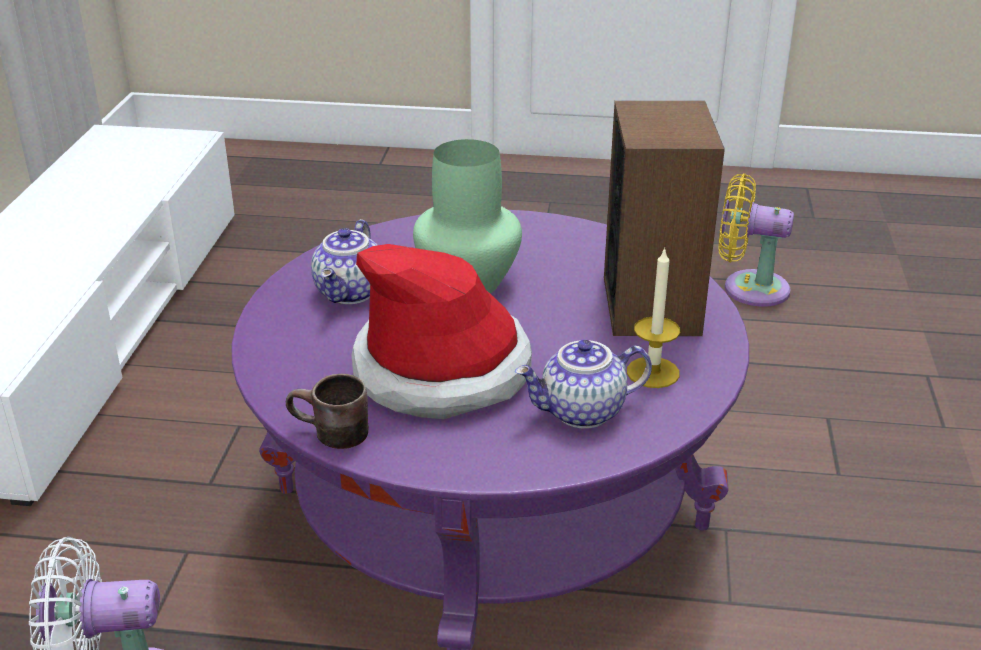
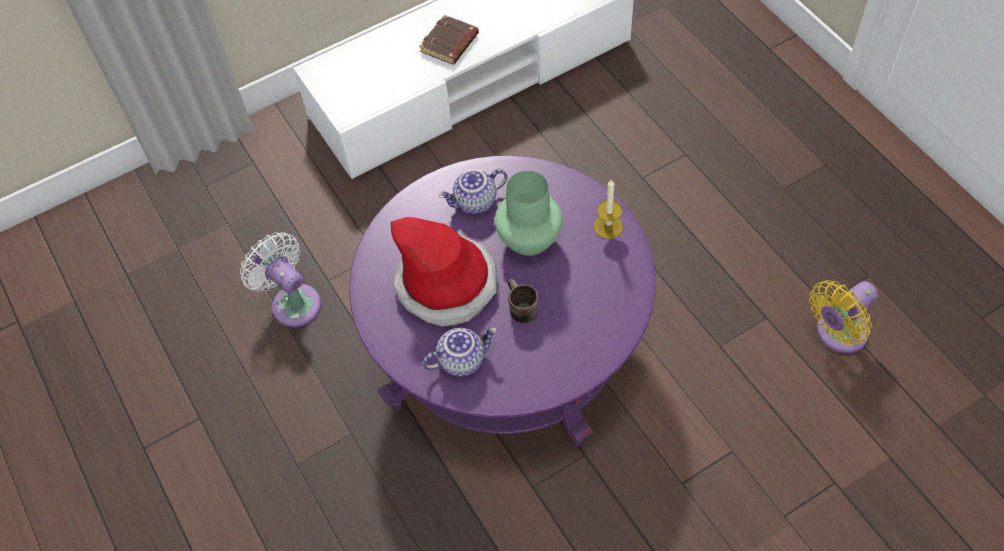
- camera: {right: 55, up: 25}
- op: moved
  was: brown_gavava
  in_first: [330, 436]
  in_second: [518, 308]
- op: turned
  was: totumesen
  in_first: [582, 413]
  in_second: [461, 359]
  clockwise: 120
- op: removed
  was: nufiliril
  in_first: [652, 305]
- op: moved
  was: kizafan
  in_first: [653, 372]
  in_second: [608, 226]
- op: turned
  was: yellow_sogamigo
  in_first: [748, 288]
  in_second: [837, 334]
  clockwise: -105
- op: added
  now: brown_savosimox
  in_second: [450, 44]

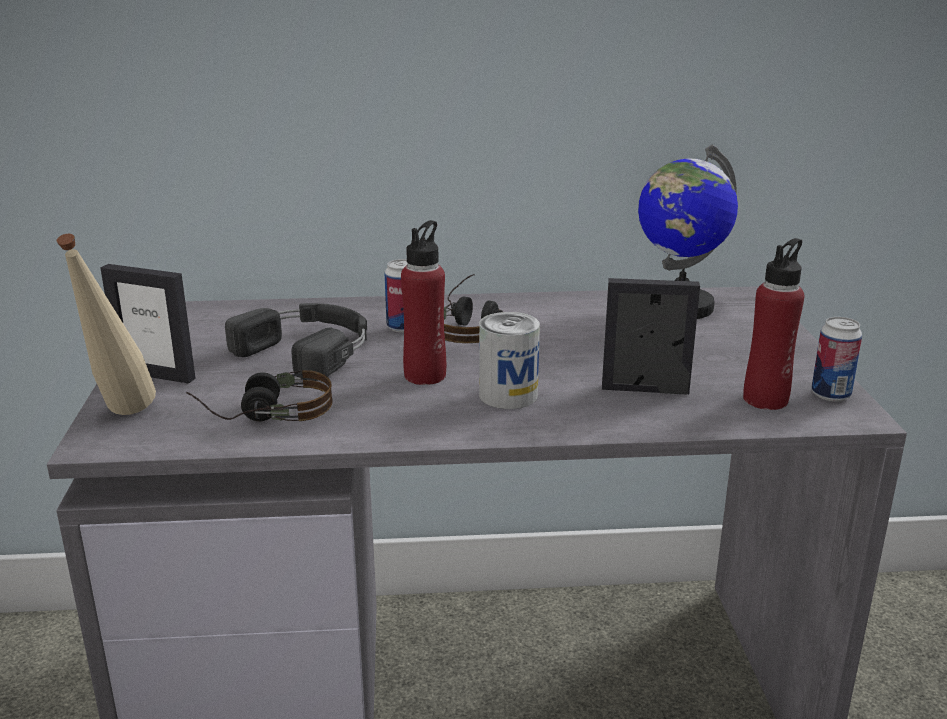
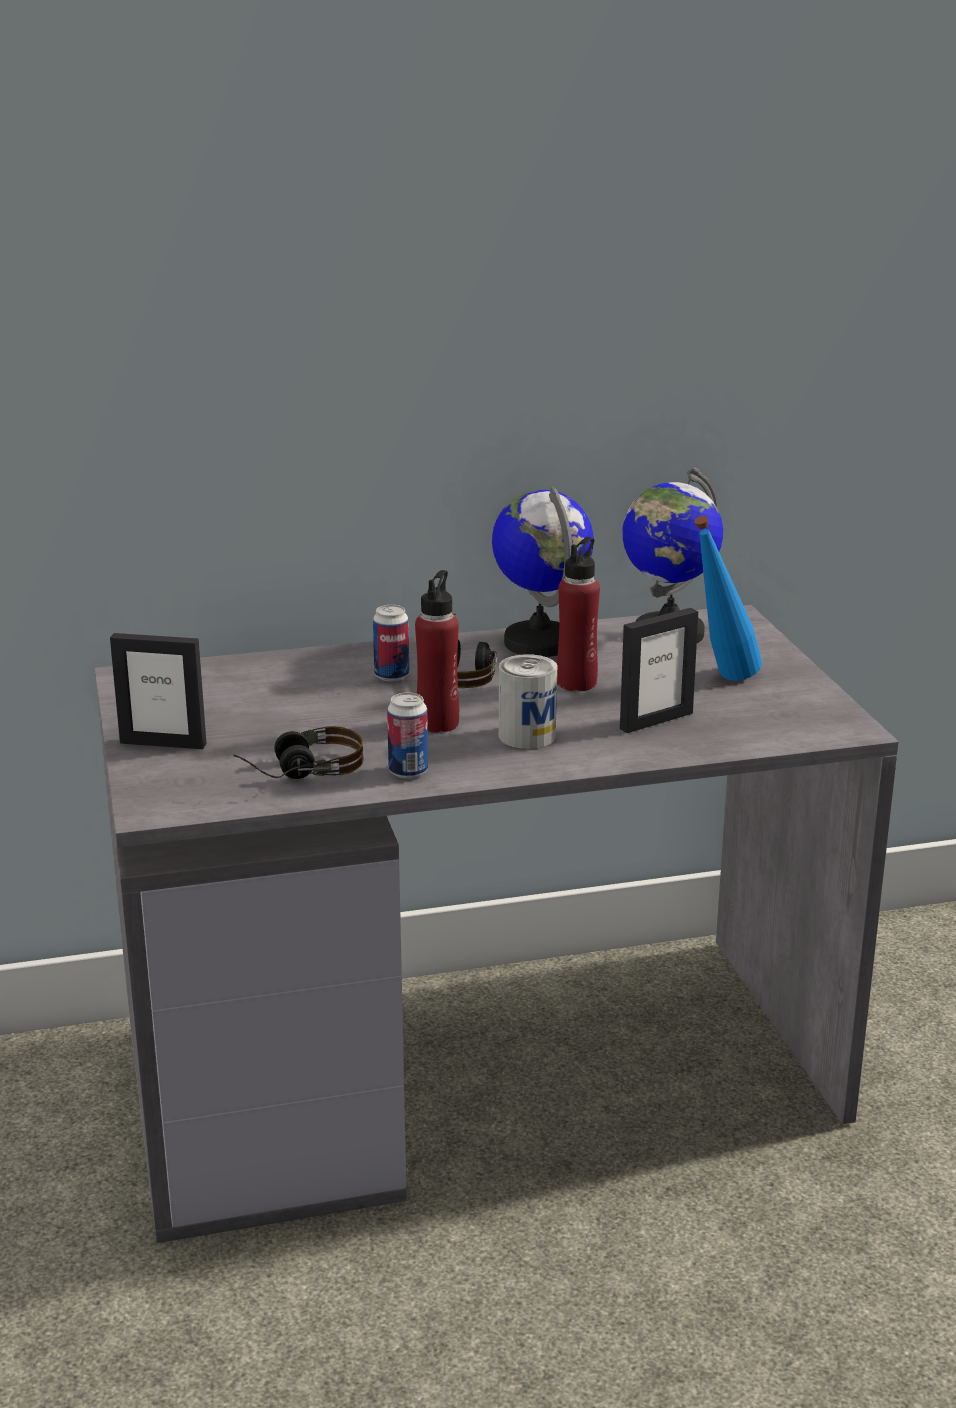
- camera: {right: -10, up: 0}
- op: removed
  was: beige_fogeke
  in_first: [120, 418]
- op: removed
  was: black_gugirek
  in_first: [310, 349]
- op: turned
  was: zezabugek
  in_first: [645, 389]
  in_second: [655, 721]
  clockwise: 150
- op: moved
  was: red_fogeke
  in_first: [765, 399]
  in_second: [577, 683]
- op: moved
  was: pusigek
  in_first: [830, 395]
  in_second: [408, 771]
- op: added
  now: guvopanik
  in_second: [539, 643]
- op: added
  now: blue_fogeke
  in_second: [721, 680]

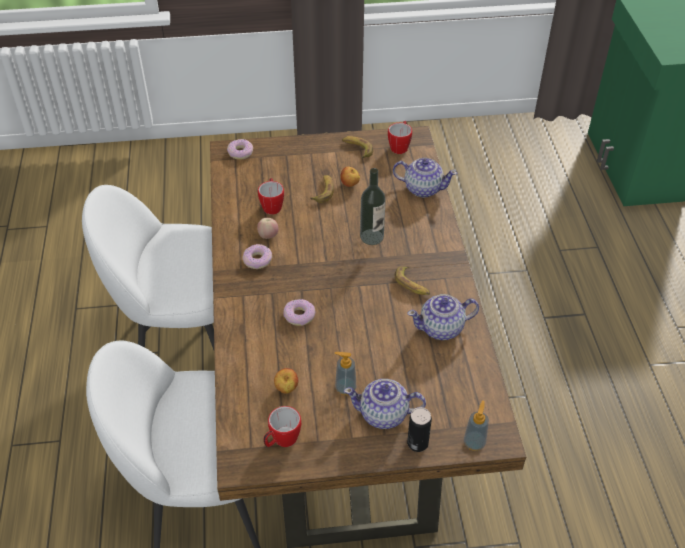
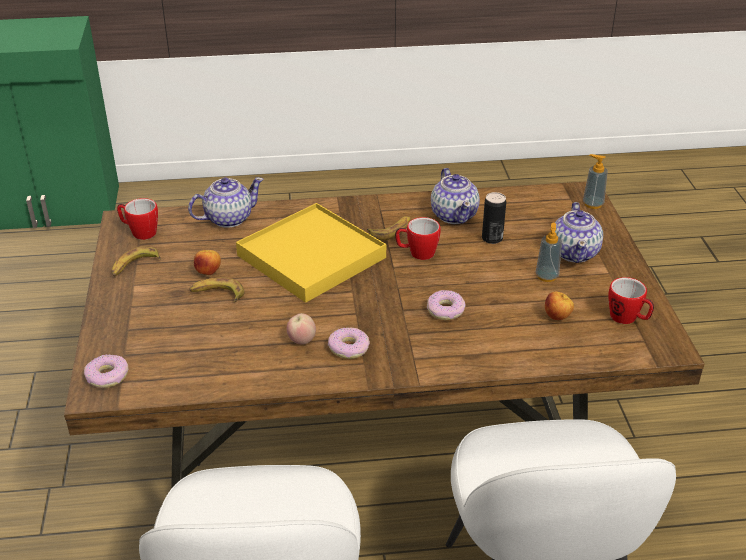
- camera: {right: -90, up: -10}
- op: moved
  was: gavava
  in_first: [272, 205]
  in_second: [417, 253]
- op: replaced
  was: fogeke
  now: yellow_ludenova
  in_first: [371, 237]
  in_second: [311, 256]
- op: turned
  was: totumesen
  in_first: [422, 188]
  in_second: [228, 218]
  clockwise: 45
- op: moved
  was: pusigek
  in_first: [417, 443]
  in_second: [492, 238]

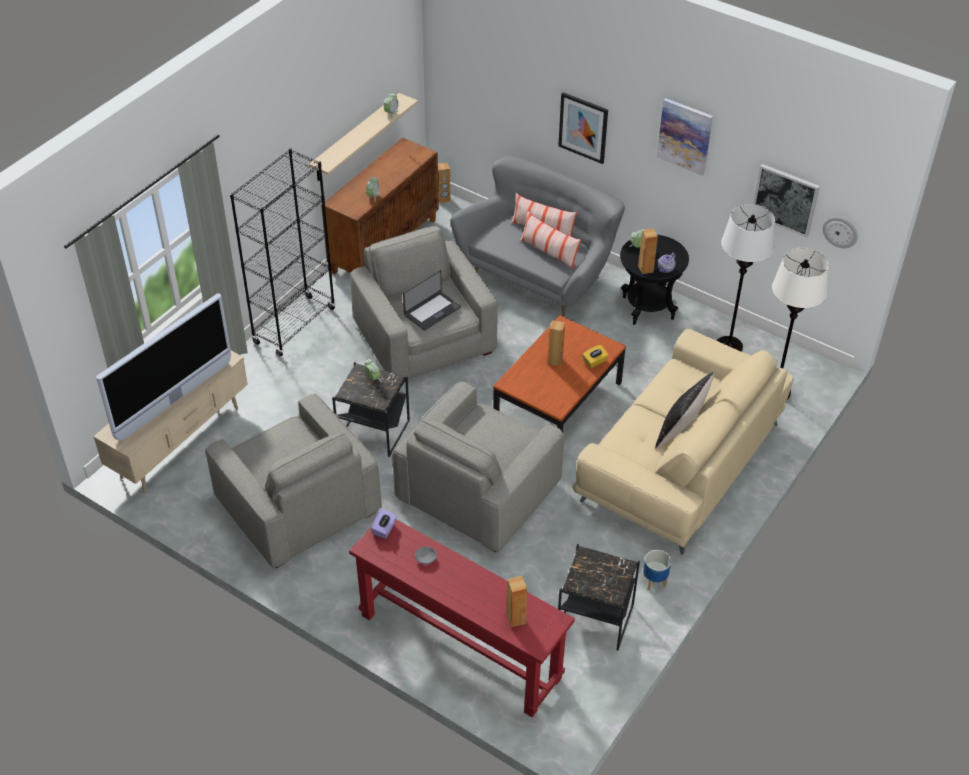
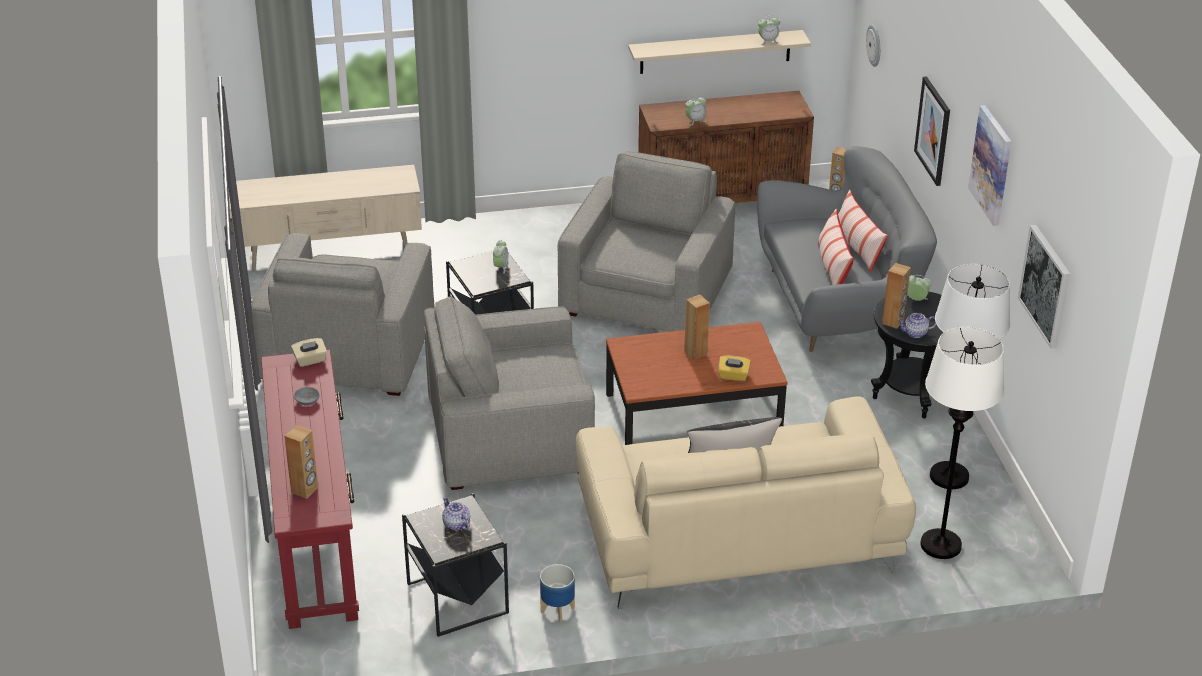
- camera: {right: 45, up: -10}
- op: removed
  was: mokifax
  in_first: [175, 400]
- op: removed
  was: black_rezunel
  in_first: [294, 326]
- op: recoloured
  was: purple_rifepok
  now: beige_rifepok
  in_first: [384, 529]
  in_second: [310, 360]
- op: removed
  was: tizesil
  in_first: [432, 311]
- op: moved
  was: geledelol
  in_first: [840, 231]
  in_second: [874, 45]
- op: added
  now: totumesen
  in_second: [456, 524]

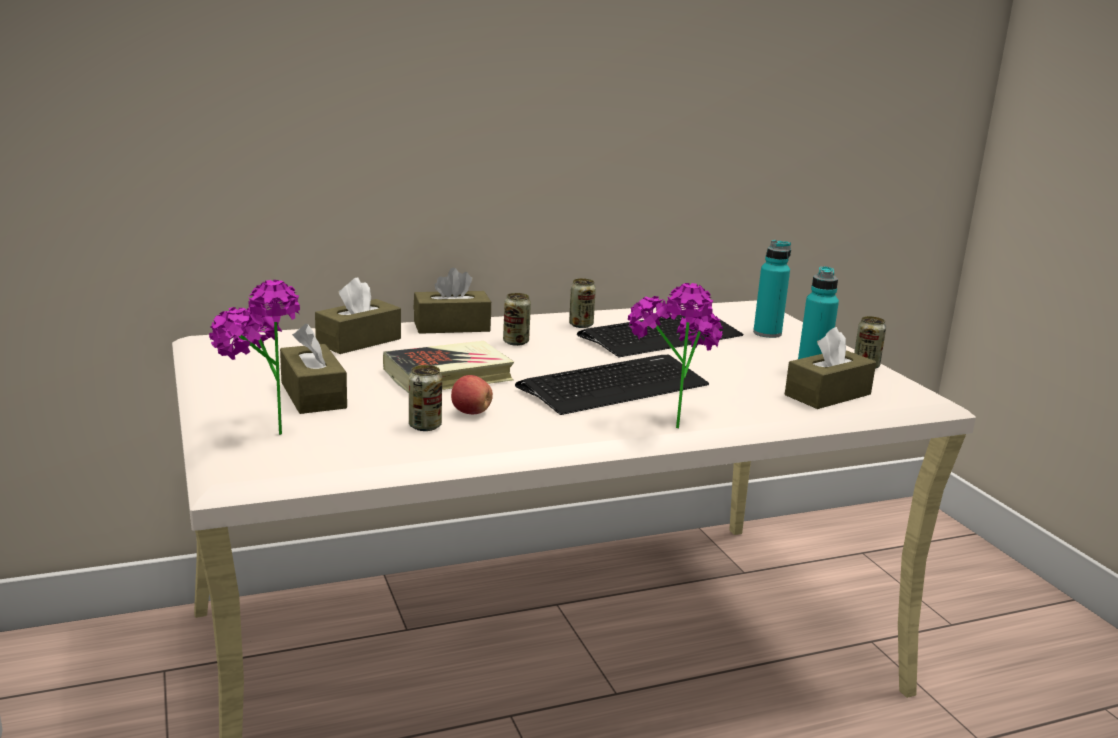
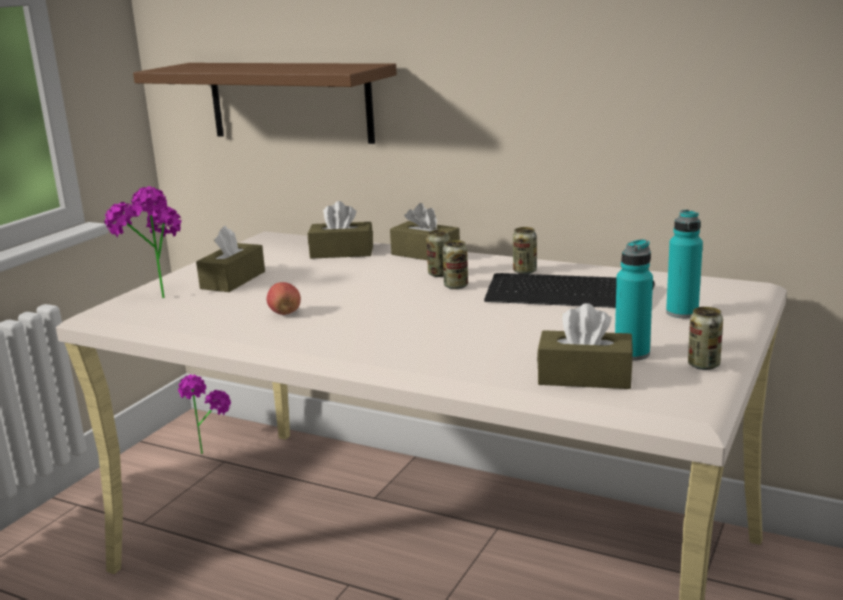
- camera: {right: 50, up: 0}
- op: removed
  was: savosimox
  in_first: [448, 375]
- op: moved
  was: pusigek
  in_first: [425, 426]
  in_second: [456, 286]
- op: removed
  was: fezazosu
  in_first: [614, 386]
- op: moved
  was: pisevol
  in_first: [667, 420]
  in_second: [208, 448]
- op: added
  now: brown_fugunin
  in_second: [289, 101]

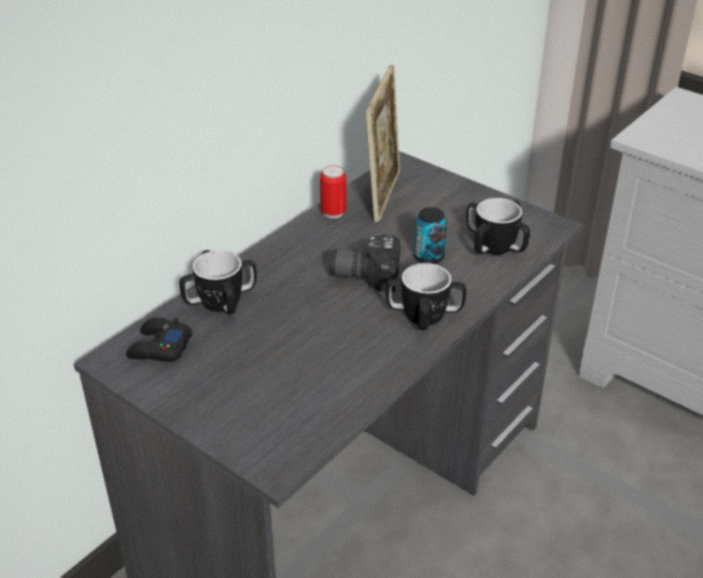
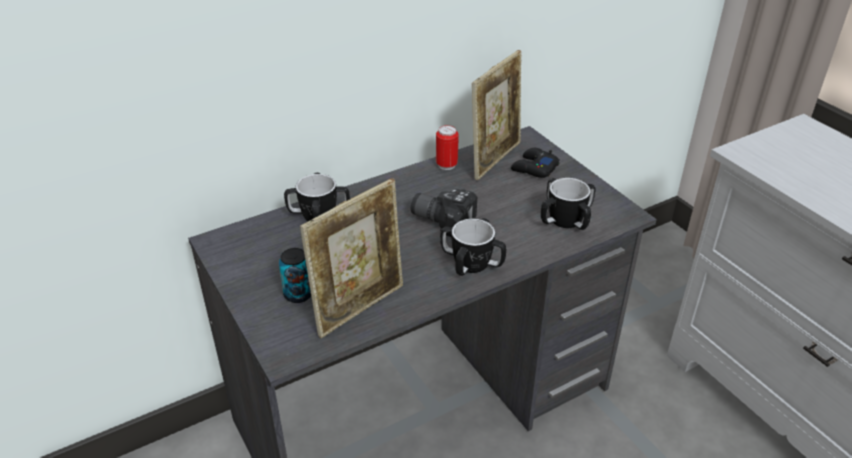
- camera: {right: 20, up: 0}
- op: moved
  was: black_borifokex
  in_first: [159, 347]
  in_second: [534, 168]
- op: moved
  was: pusigek
  in_first: [429, 257]
  in_second: [298, 294]
- op: added
  now: zezabugek
  in_second: [360, 307]

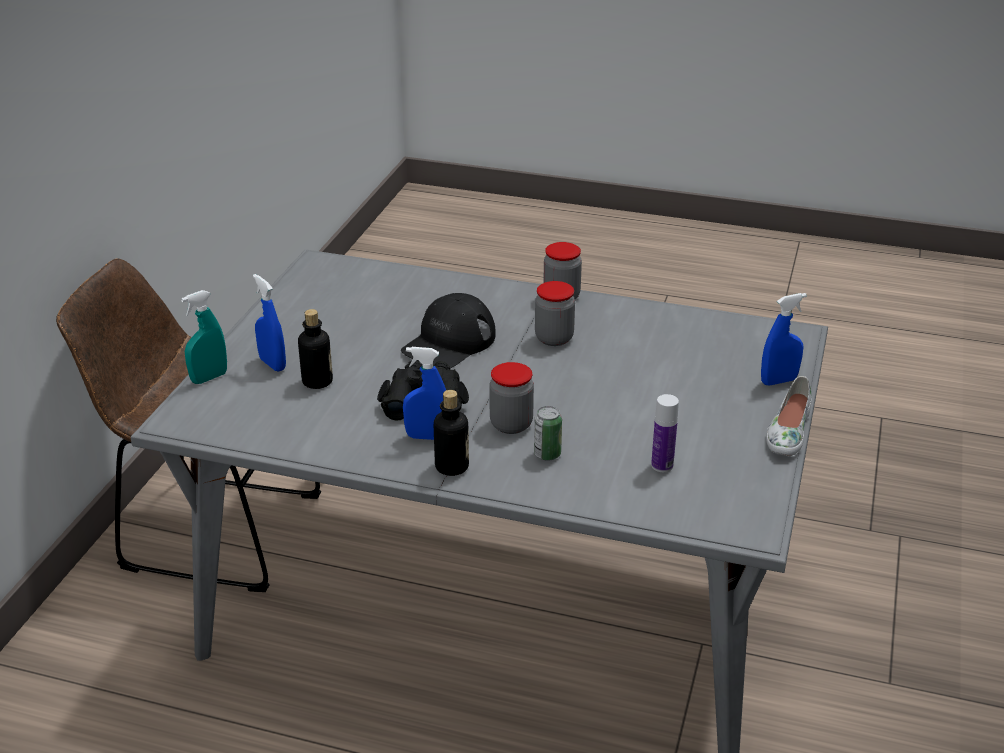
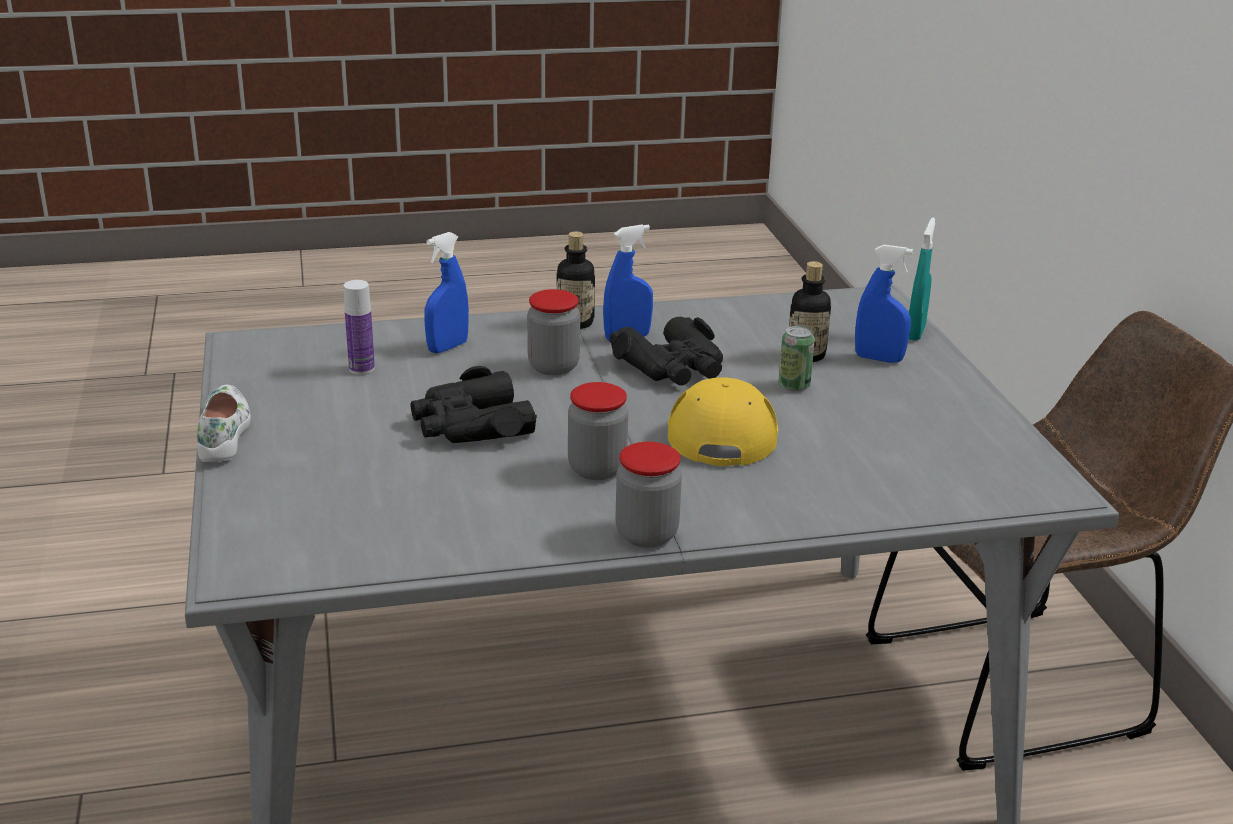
- camera: {right: 150, up: -5}
- op: recoloured
  was: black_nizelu
  now: yellow_nizelu
  in_first: [449, 342]
  in_second: [722, 429]
- op: moved
  was: pusigek
  in_first: [547, 454]
  in_second: [794, 386]
- op: moved
  was: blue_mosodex
  in_first: [779, 381]
  in_second: [447, 347]
- op: added
  now: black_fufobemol
  in_second: [471, 425]

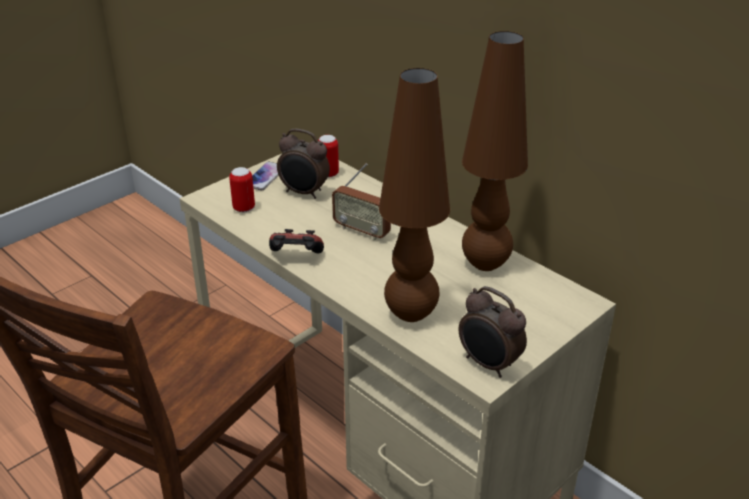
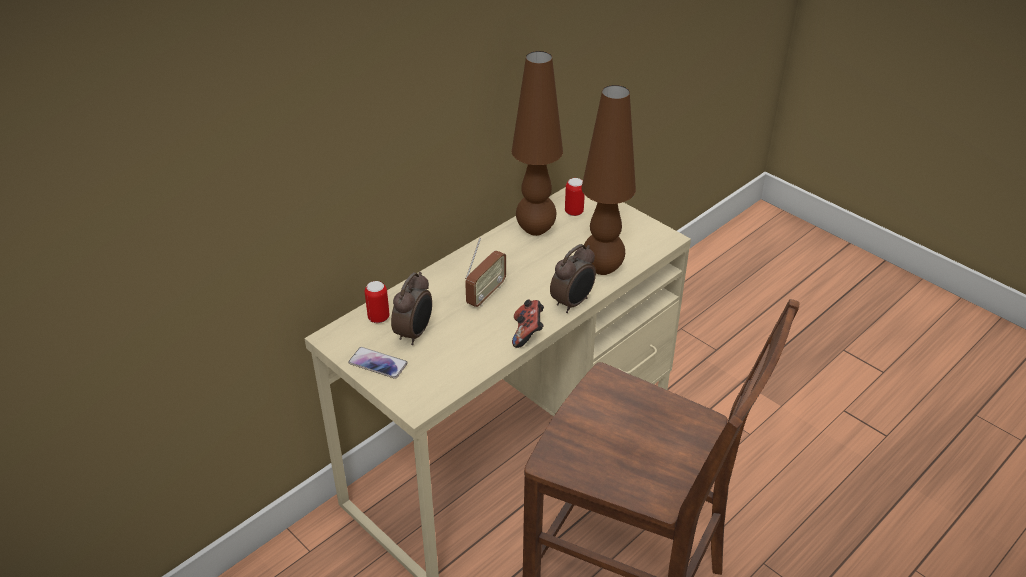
- camera: {right: -90, up: 5}
- op: moved
  was: pusigek
  in_first: [244, 208]
  in_second: [574, 212]
- op: moved
  was: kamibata
  in_first: [488, 364]
  in_second: [573, 303]

